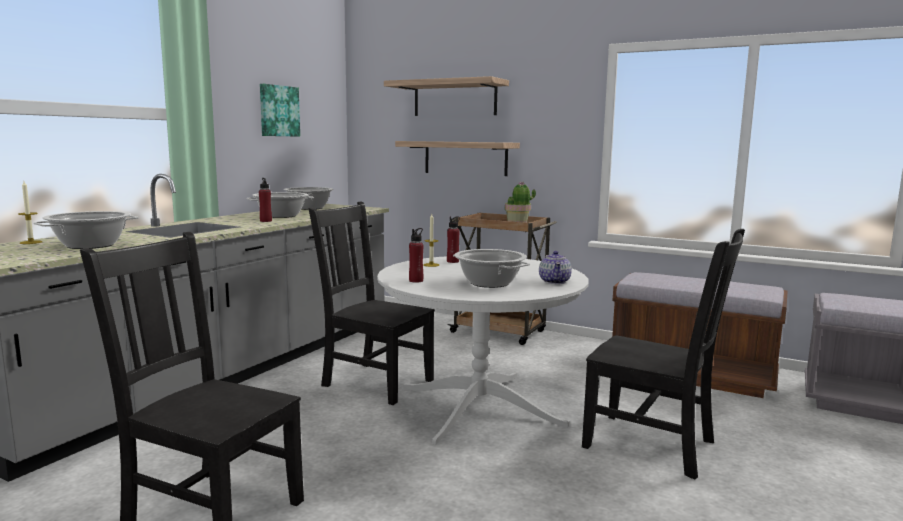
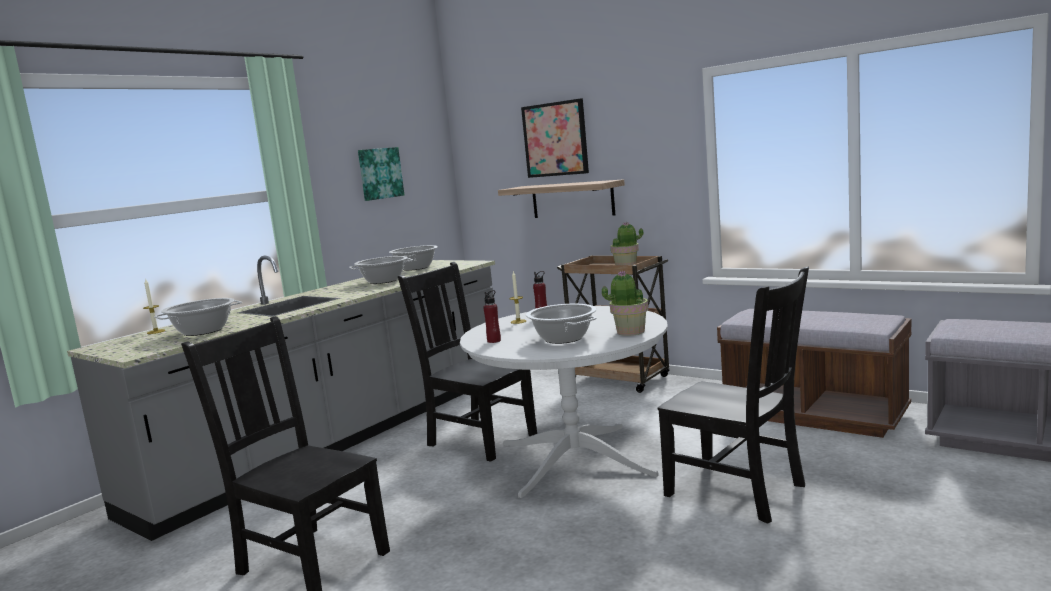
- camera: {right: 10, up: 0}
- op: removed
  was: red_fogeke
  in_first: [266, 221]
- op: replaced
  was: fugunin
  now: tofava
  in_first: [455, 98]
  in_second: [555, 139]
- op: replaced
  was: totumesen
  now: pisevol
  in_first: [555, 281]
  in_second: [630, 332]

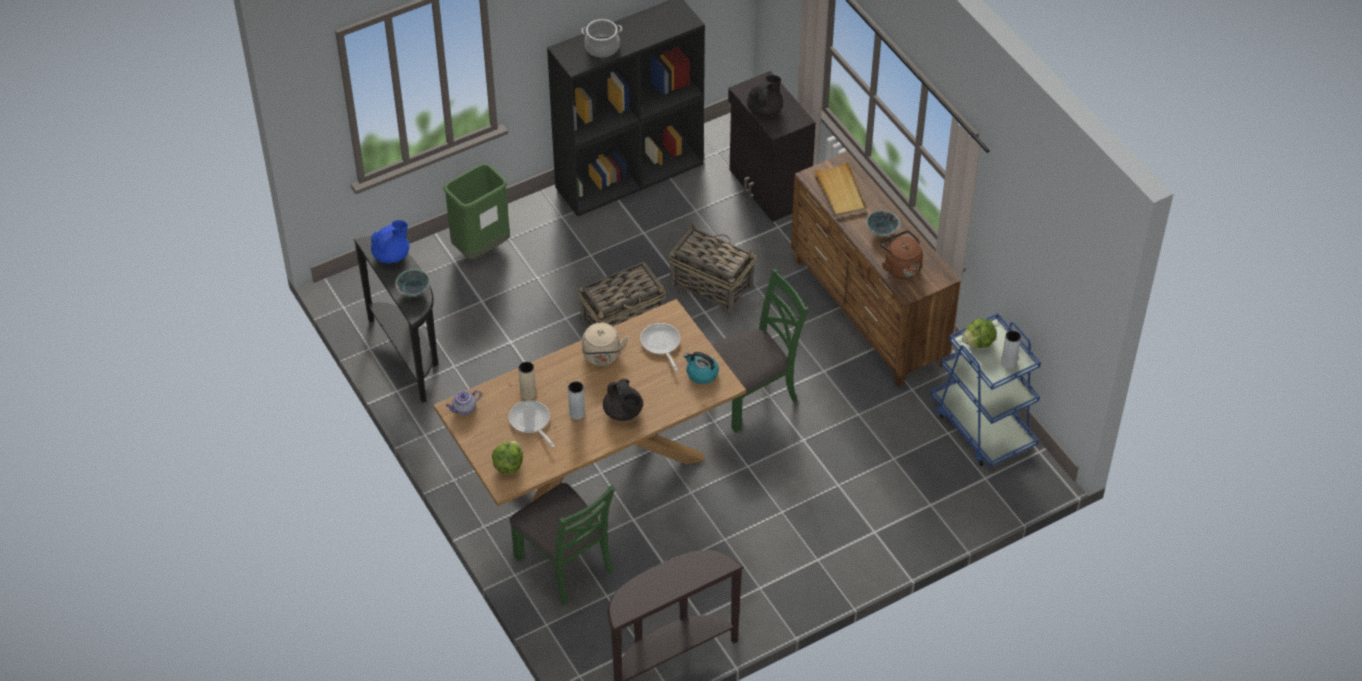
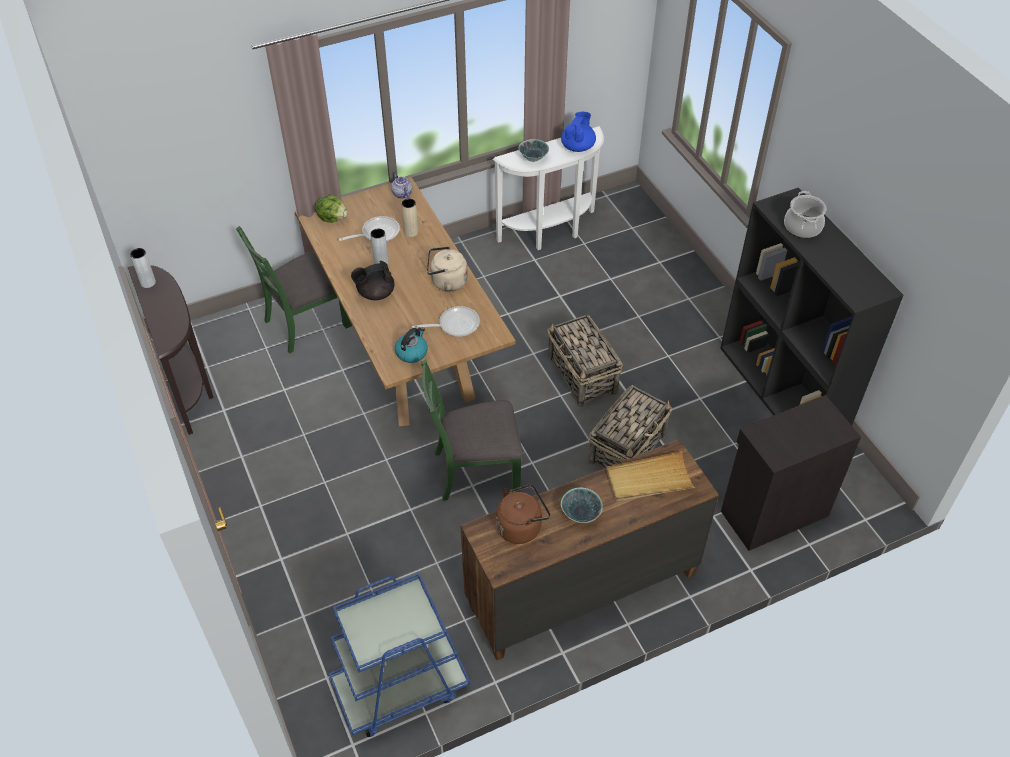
- camera: {right: 95, up: 0}
- op: recoloured
  was: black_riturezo
  now: white_riturezo
  in_first: [409, 354]
  in_second: [551, 233]
- op: turned
  was: blue_totumesen
  in_first: [392, 255]
  in_second: [578, 146]
  clockwise: -120
- op: removed
  was: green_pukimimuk
  in_first: [481, 248]
- op: turned
  was: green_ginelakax
  in_first: [751, 395]
  in_second: [475, 470]
  clockwise: 105
- op: removed
  was: black_totumesen
  in_first: [765, 109]
- op: removed
  was: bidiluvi
  in_first: [978, 343]
- op: moved
  was: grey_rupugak
  in_first: [1008, 362]
  in_second: [148, 282]

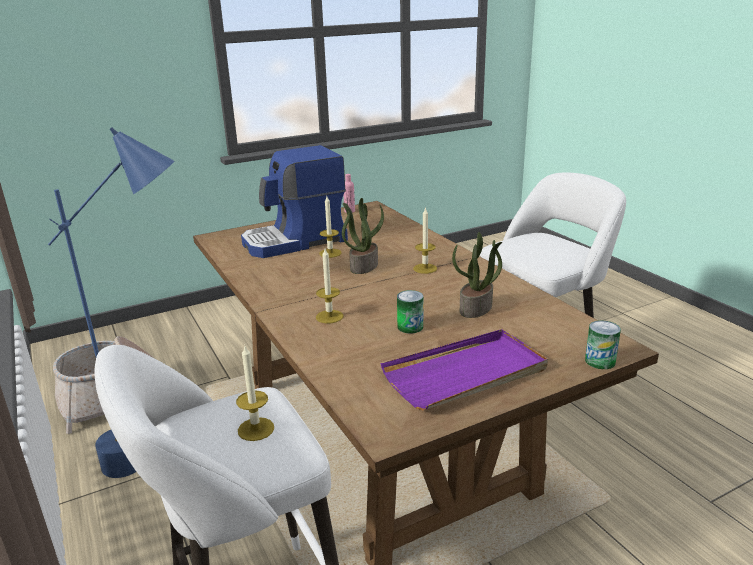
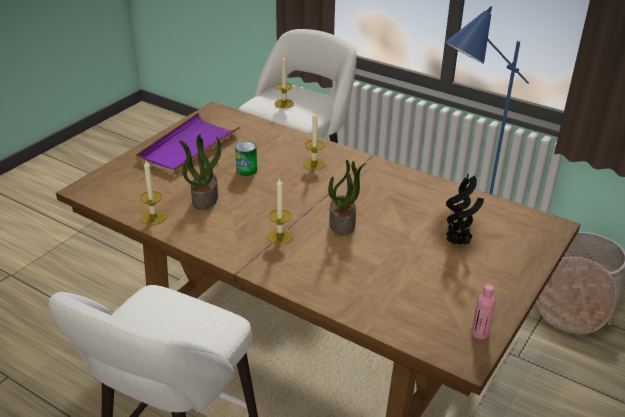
- camera: {right: 150, up: 10}
- op: replaced
  was: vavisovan
  now: pisevol
  in_first: [295, 241]
  in_second: [458, 243]
- op: moved
  was: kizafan
  in_first: [330, 253]
  in_second: [153, 217]
- op: removed
  was: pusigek
  in_first: [600, 361]

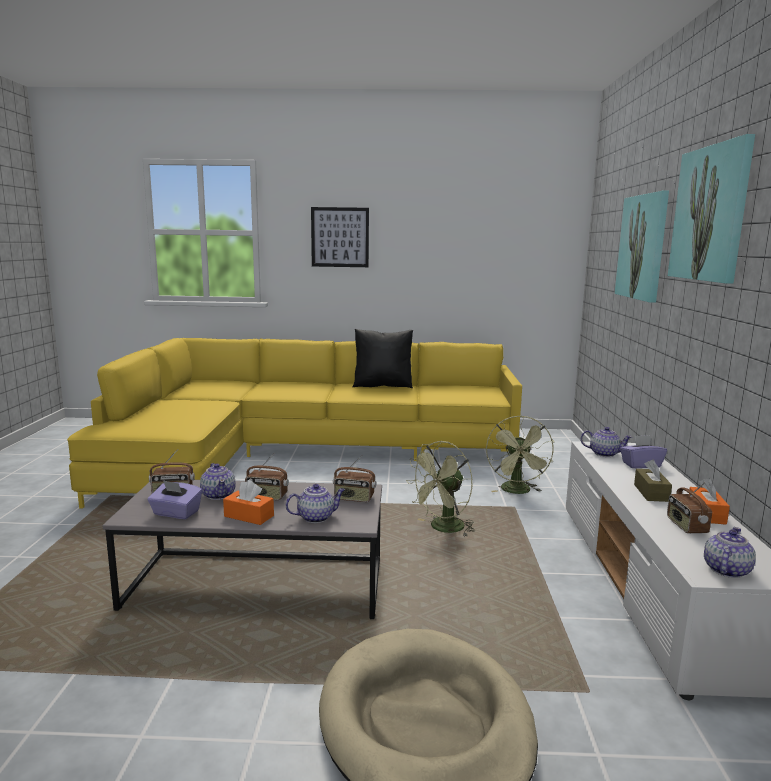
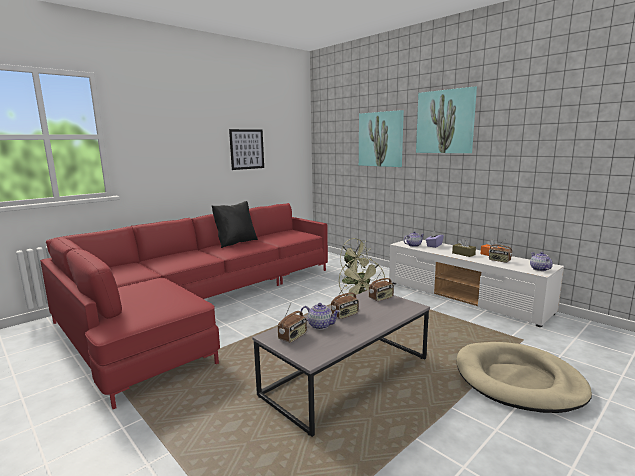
- camera: {right: -45, up: 0}
- op: recoloured
  was: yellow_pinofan
  now: red_pinofan
  in_first: [296, 452]
  in_second: [198, 306]
- op: removed
  was: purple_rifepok
  in_first: [176, 513]
- op: removed
  was: orange_rifepok
  in_first: [249, 516]
- op: removed
  was: totumesen
  in_first: [316, 517]
- op: moved
  was: tofava
  in_first: [340, 237]
  in_second: [247, 149]

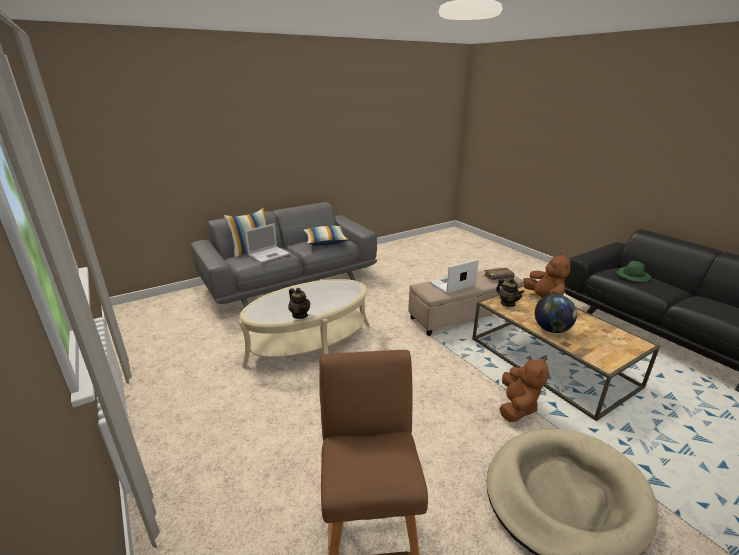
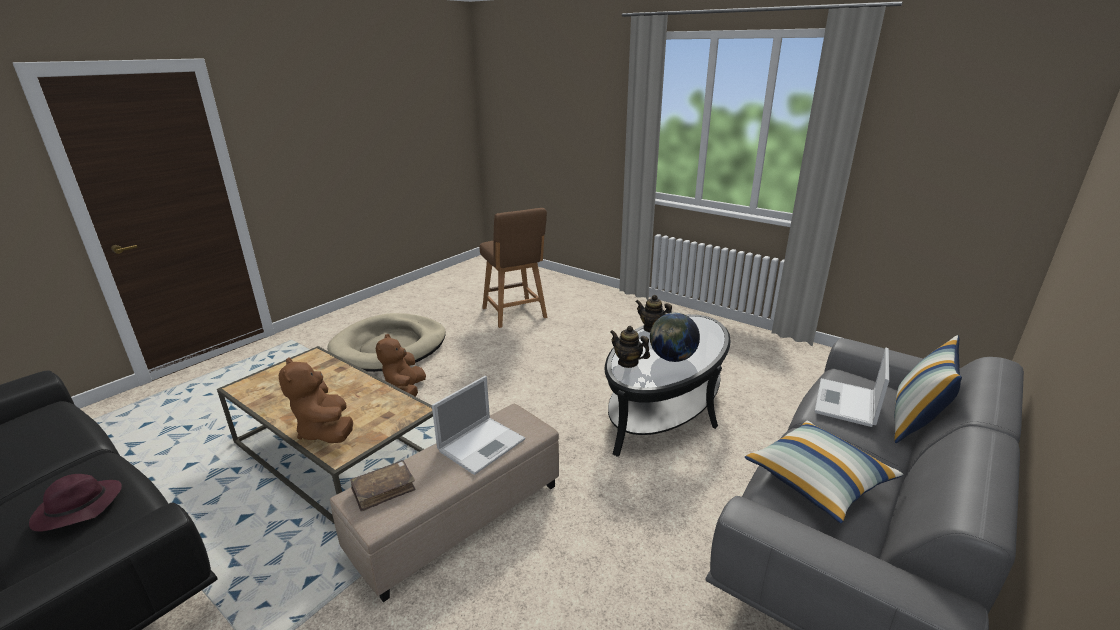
- camera: {right: 160, up: 0}
- op: recoloured
  was: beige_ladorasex
  now: black_ladorasex
  in_first: [310, 343]
  in_second: [665, 407]
- op: moved
  was: totumesen
  in_first: [507, 303]
  in_second: [628, 362]
- op: moved
  was: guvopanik
  in_first: [551, 330]
  in_second: [672, 358]
- op: recoloured
  was: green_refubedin
  now: purple_refubedin
  in_first: [632, 276]
  in_second: [77, 509]

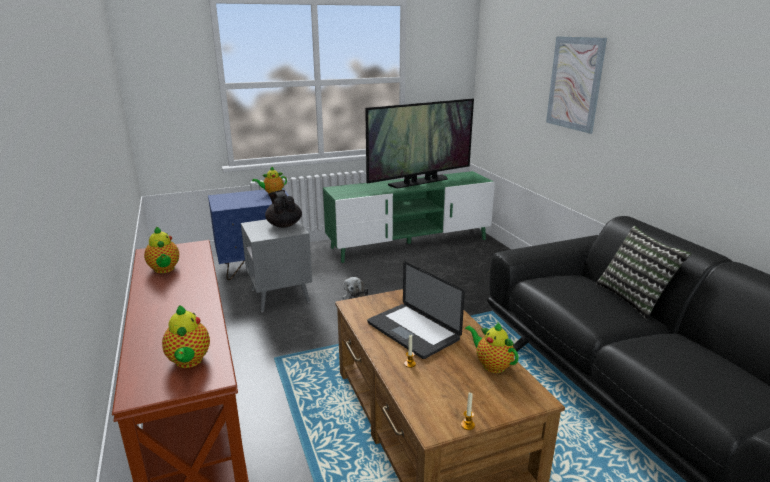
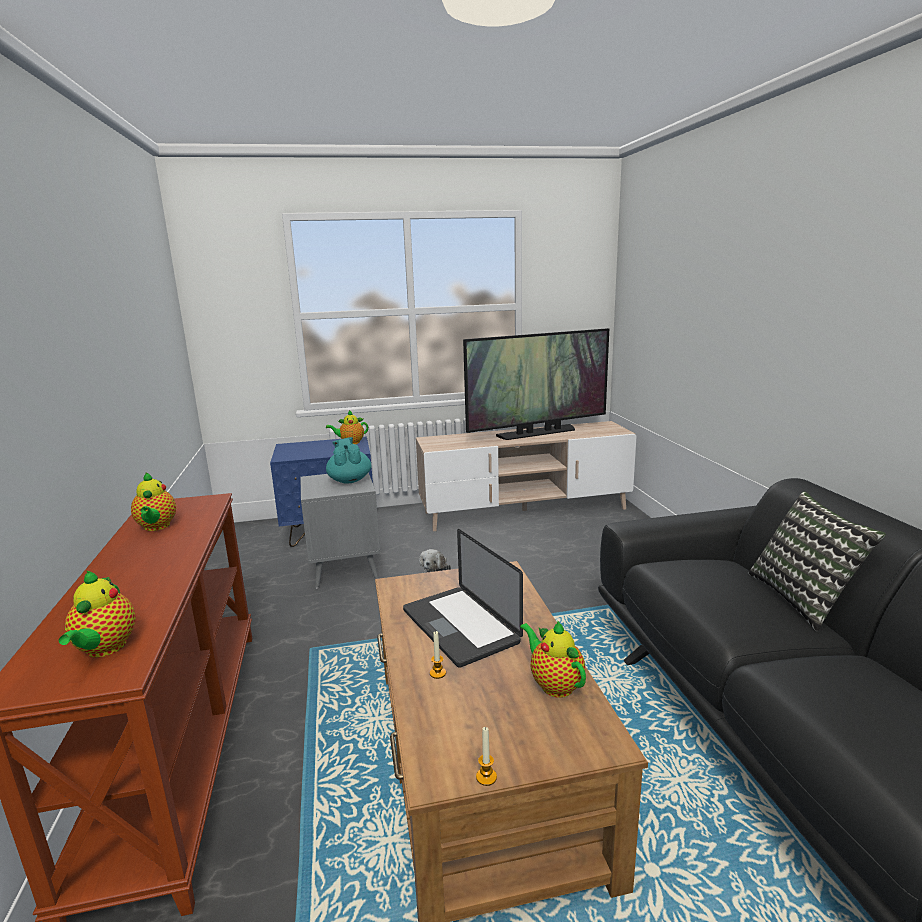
- camera: {right: 10, up: -5}
- op: recoloured
  was: black_totumesen
  now: turquoise_totumesen
  in_first: [284, 225]
  in_second: [349, 480]
- op: recoloured
  was: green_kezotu
  now: beige_kezotu
  in_first: [409, 243]
  in_second: [525, 510]
- op: removed
  was: tofava
  in_first: [575, 83]

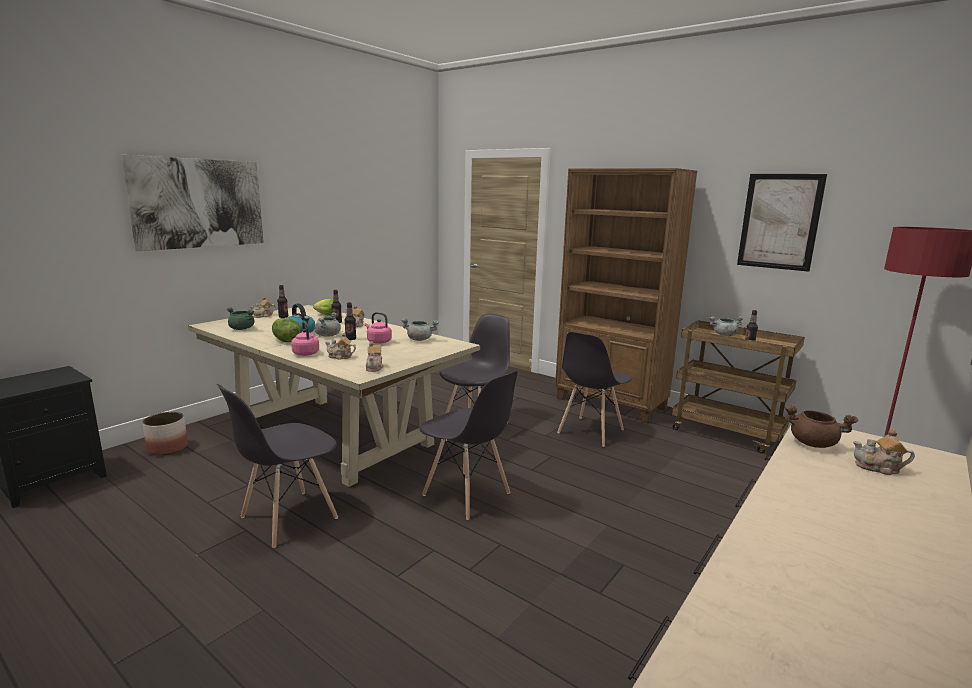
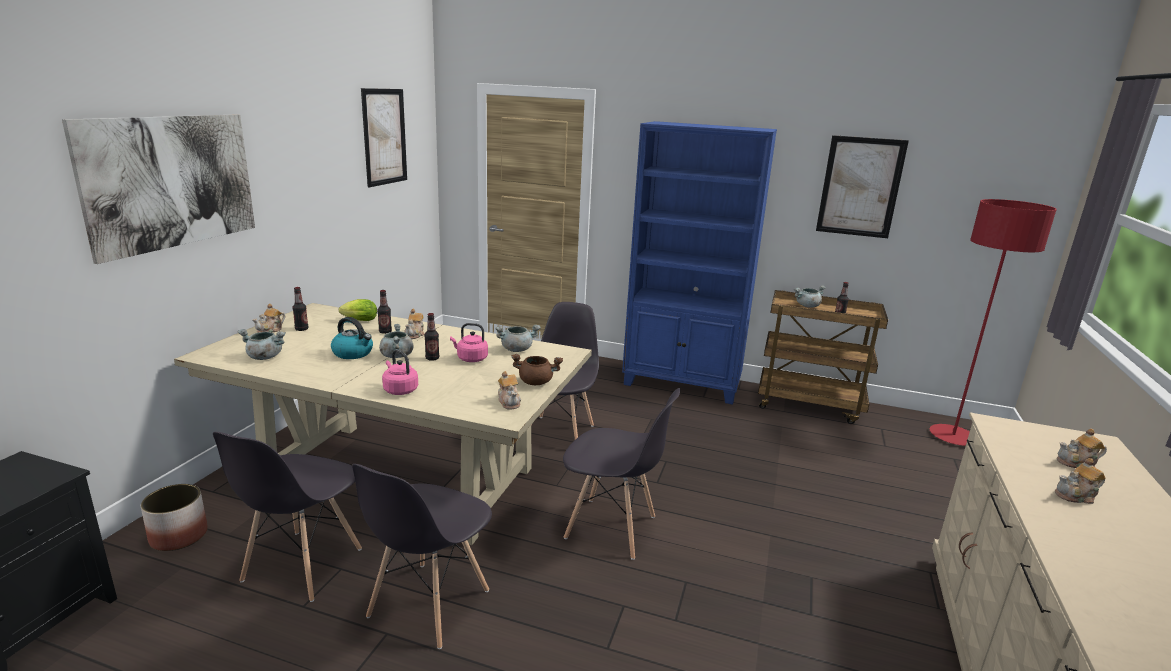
- camera: {right: -20, up: 5}
- op: recoloured
  was: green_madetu
  now: grey_madetu
  in_first: [241, 329]
  in_second: [264, 357]
- op: removed
  was: bidiluvi
  in_first: [285, 341]
- op: moved
  was: totumesen
  in_first: [340, 357]
  in_second: [1076, 496]
- op: recoloured
  was: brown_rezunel
  now: blue_rezunel
  in_first: [611, 403]
  in_second: [682, 384]
- op: moved
  was: grey_ginelakax
  in_first: [590, 431]
  in_second: [302, 565]
- op: moved
  was: brown_madetu
  in_first: [813, 443]
  in_second: [536, 382]
- op: added
  now: tofava
  in_second: [384, 137]

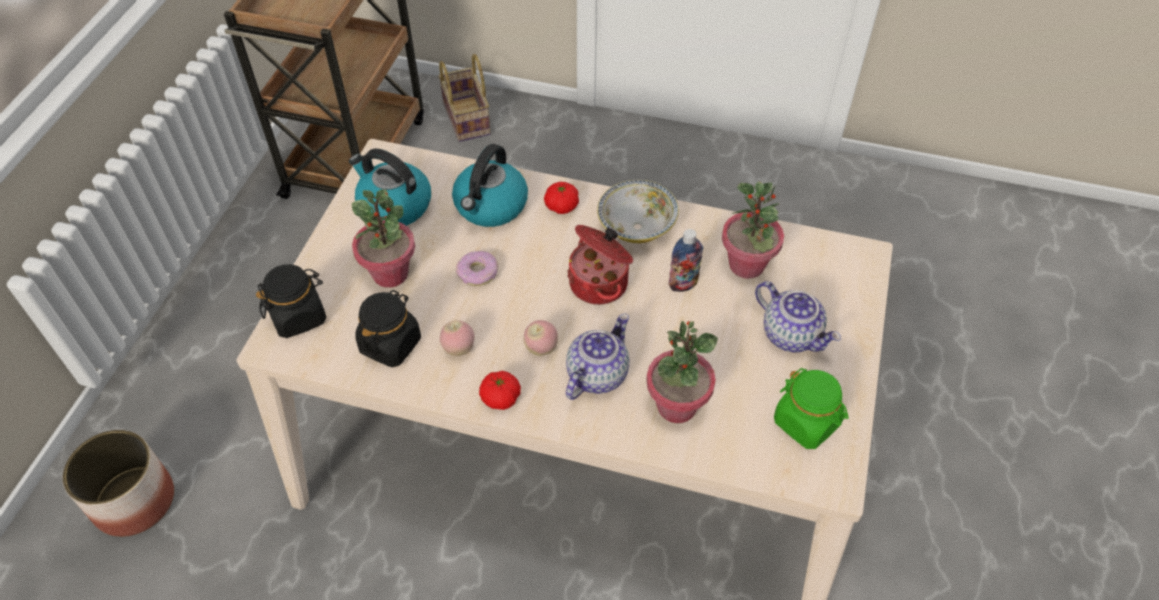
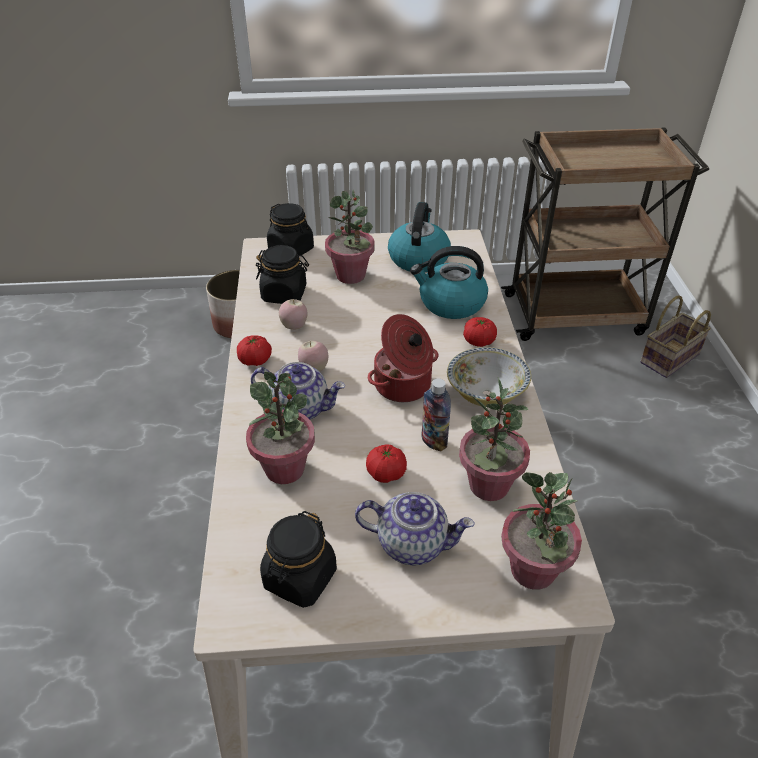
- camera: {right: 70, up: -10}
- op: removed
  was: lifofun
  in_first: [478, 273]
- op: turned
  was: totumesen
  in_first: [792, 335]
  in_second: [413, 543]
  clockwise: -105
- op: recoloured
  was: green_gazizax
  now: black_gazizax
  in_first: [806, 423]
  in_second: [300, 578]
- op: added
  now: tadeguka
  in_second: [386, 473]
- op: added
  now: pisevol
  in_second: [533, 570]

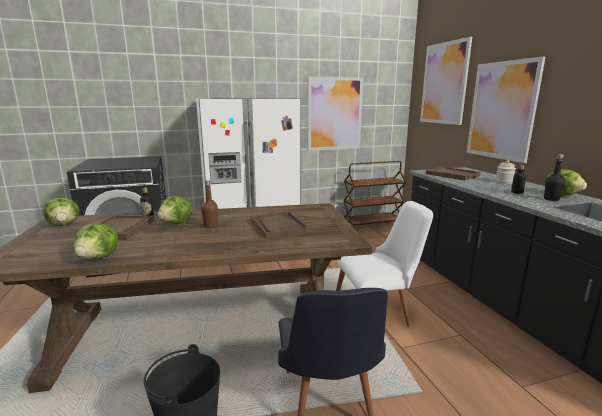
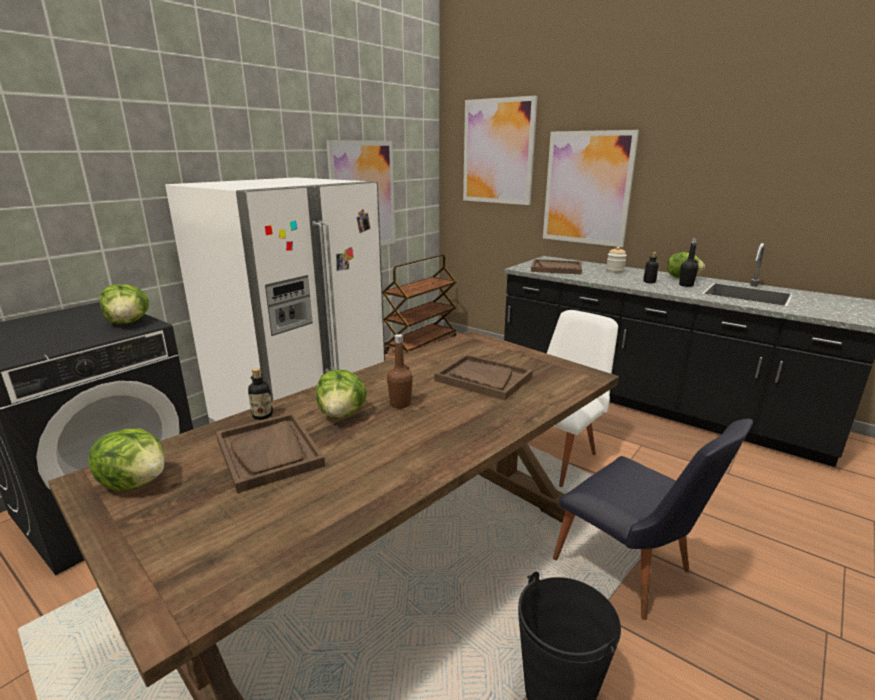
- camera: {right: -35, up: 5}
- op: moved
  was: bidiluvi
  in_first: [99, 258]
  in_second: [128, 323]

